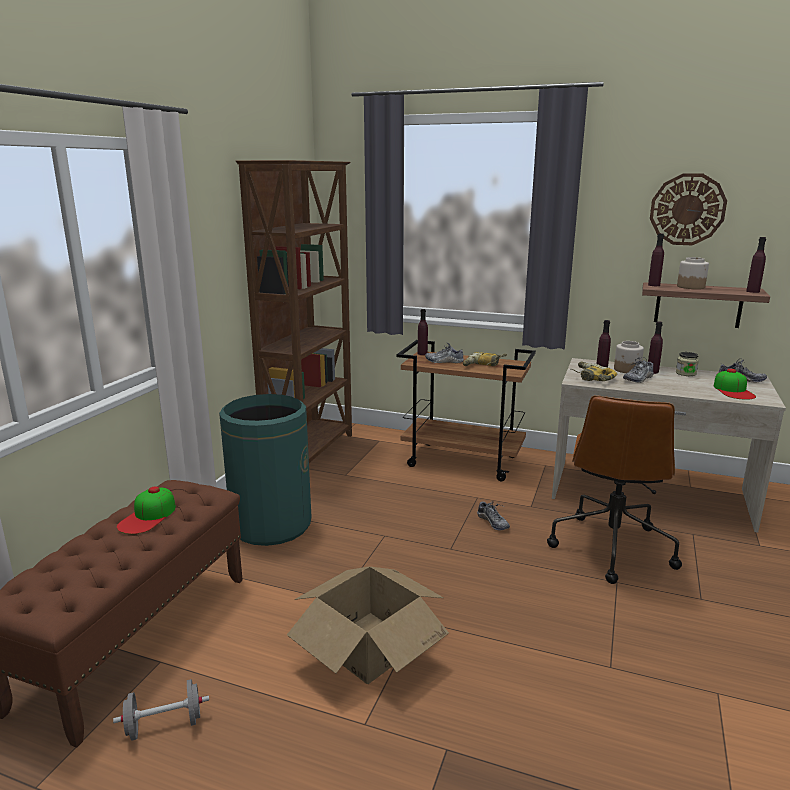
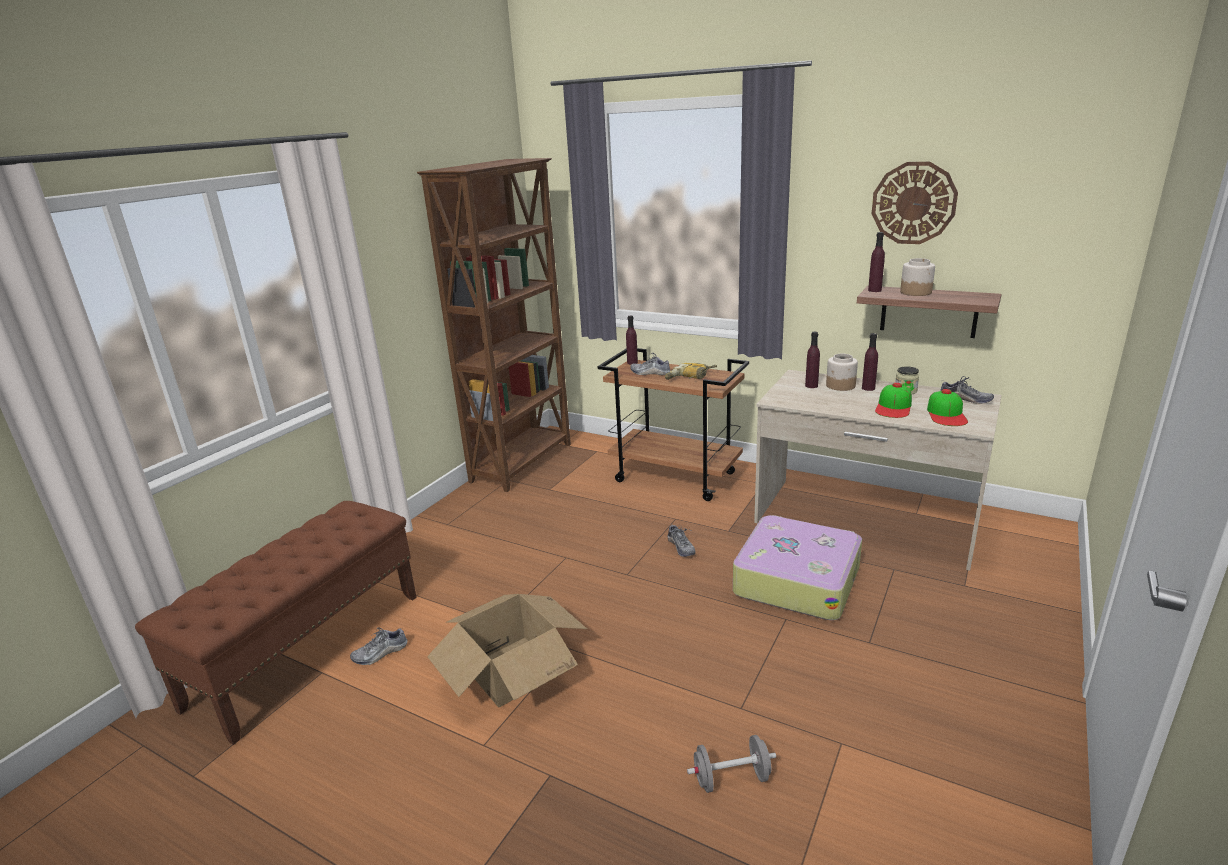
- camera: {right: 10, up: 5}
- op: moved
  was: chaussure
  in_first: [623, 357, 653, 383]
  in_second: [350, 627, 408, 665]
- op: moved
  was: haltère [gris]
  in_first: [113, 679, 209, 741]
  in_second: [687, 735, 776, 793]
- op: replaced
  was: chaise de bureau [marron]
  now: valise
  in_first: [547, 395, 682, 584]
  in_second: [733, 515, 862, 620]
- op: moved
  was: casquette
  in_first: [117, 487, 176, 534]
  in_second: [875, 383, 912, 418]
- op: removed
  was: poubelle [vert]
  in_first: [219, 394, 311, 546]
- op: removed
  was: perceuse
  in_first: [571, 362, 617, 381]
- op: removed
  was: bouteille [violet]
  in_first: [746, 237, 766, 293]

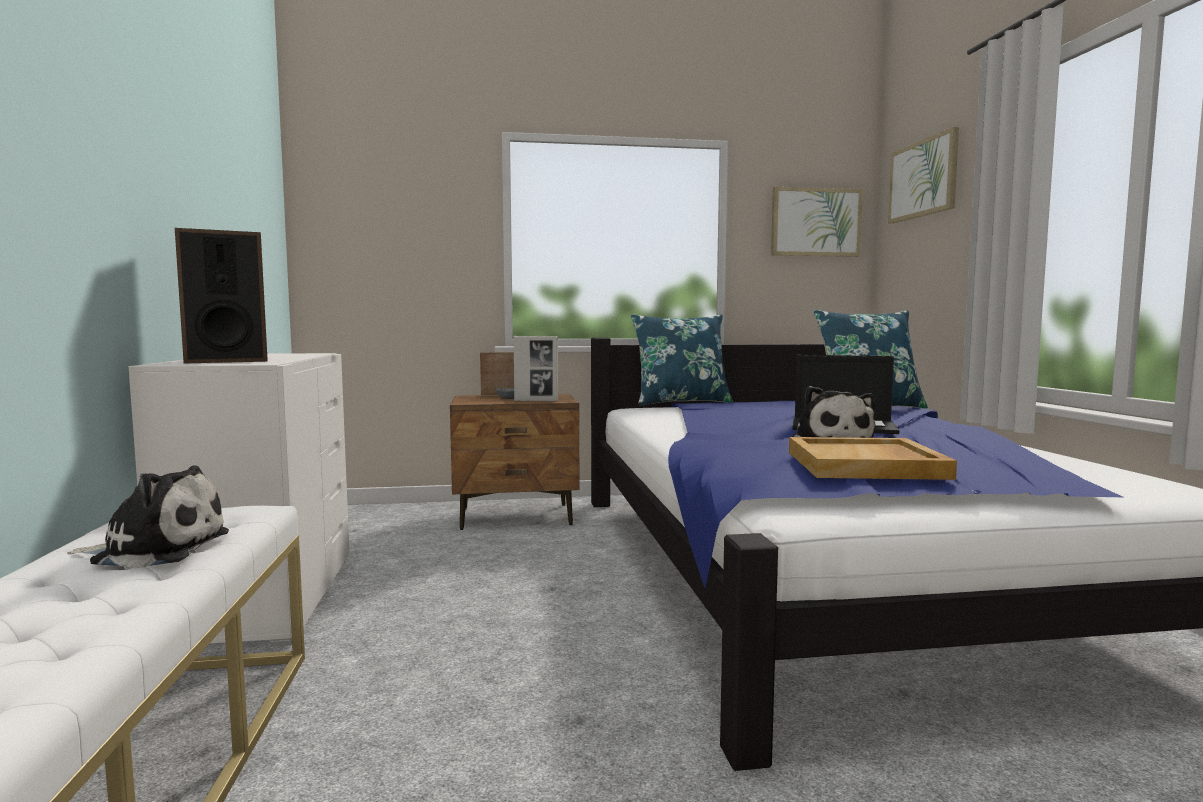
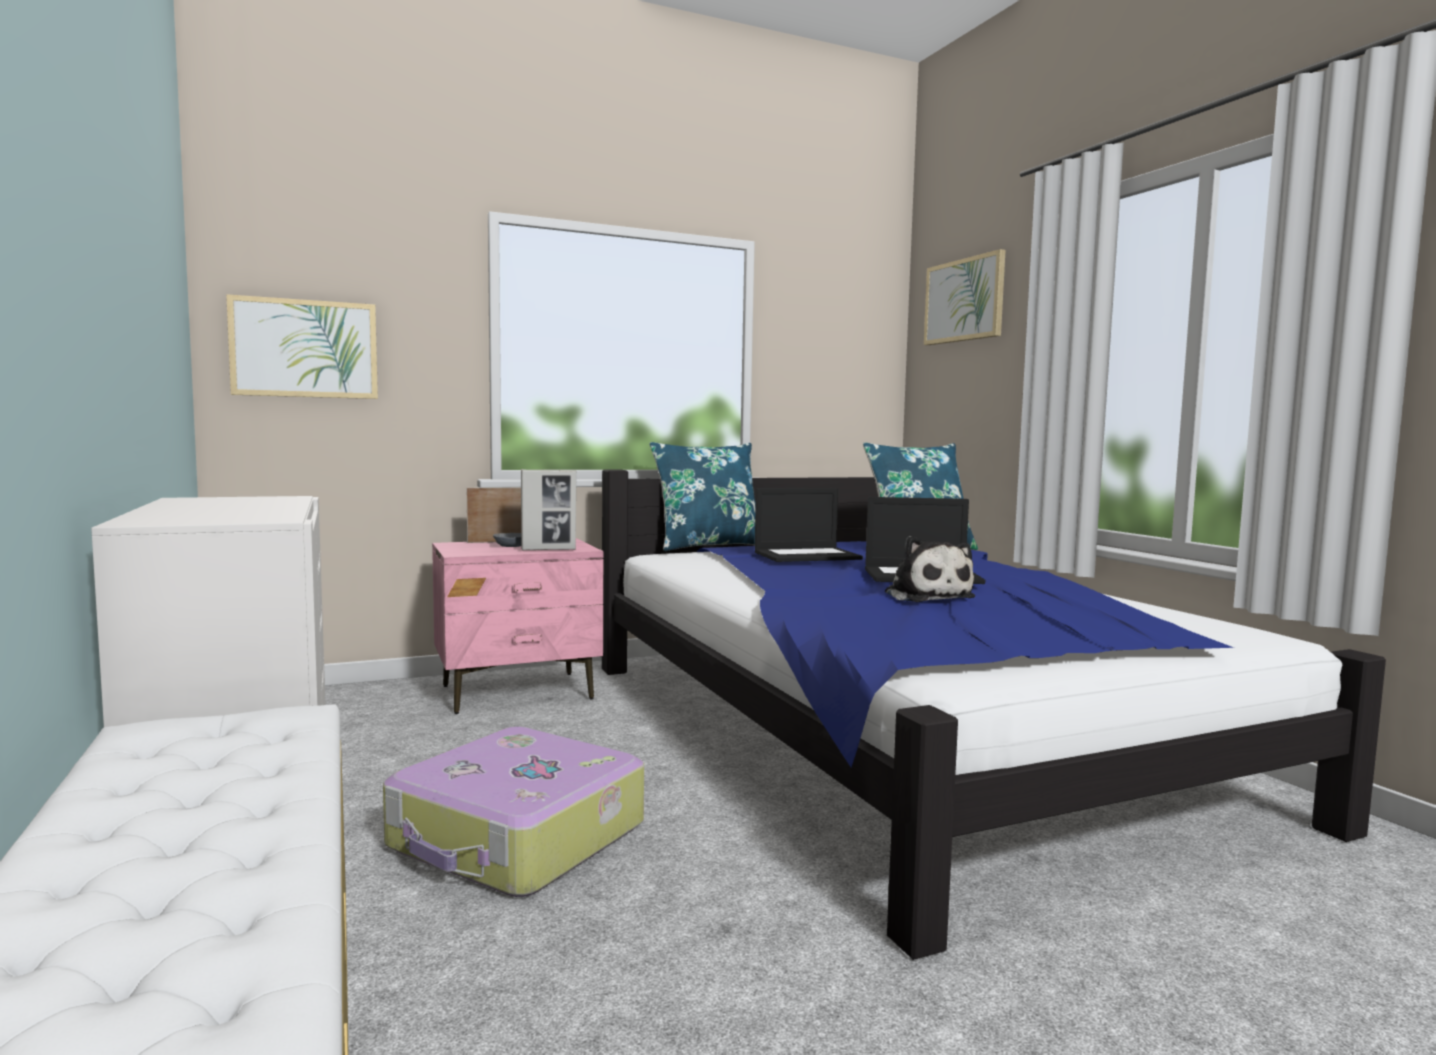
- camera: {right: -15, up: 0}
- op: moved
  was: tableau
  in_first: [771, 187, 863, 257]
  in_second: [226, 294, 378, 399]
- op: added
  now: valise
  in_second: [383, 727, 644, 897]
- op: recoloured
  was: table de chevet [marron]
  now: table de chevet [rose]
  in_first: [450, 394, 579, 530]
  in_second: [432, 538, 603, 714]
- op: added
  now: ordinateur portable
  in_second: [755, 488, 863, 562]
- op: removed
  was: peluche
  in_first: [67, 465, 229, 568]
- op: removed
  was: enceinte
  in_first: [175, 228, 268, 364]
- op: removed
  was: plateau [beige]
  in_first: [789, 437, 957, 480]

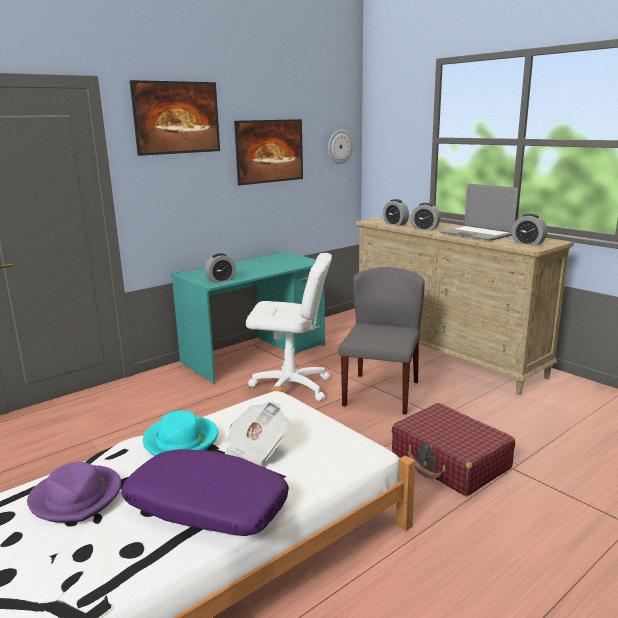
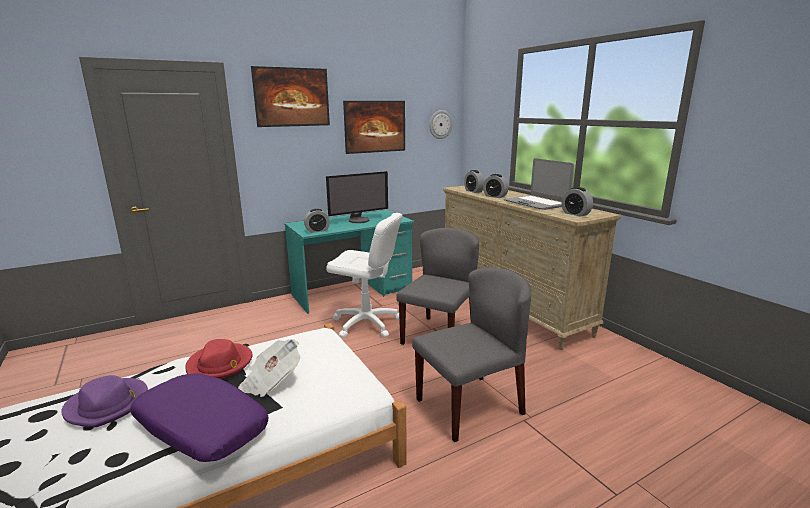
- camera: {right: 10, up: 0}
- op: recoloured
  was: chapeau [turquoise]
  now: chapeau [rouge]
  in_first: [143, 411, 218, 456]
  in_second: [185, 339, 252, 379]
- op: added
  now: écran d'ordinateur
  in_second: [326, 171, 388, 223]
- op: replaced
  was: valise [rouge]
  now: chaise [gris]
  in_first: [392, 403, 515, 496]
  in_second: [412, 268, 531, 442]

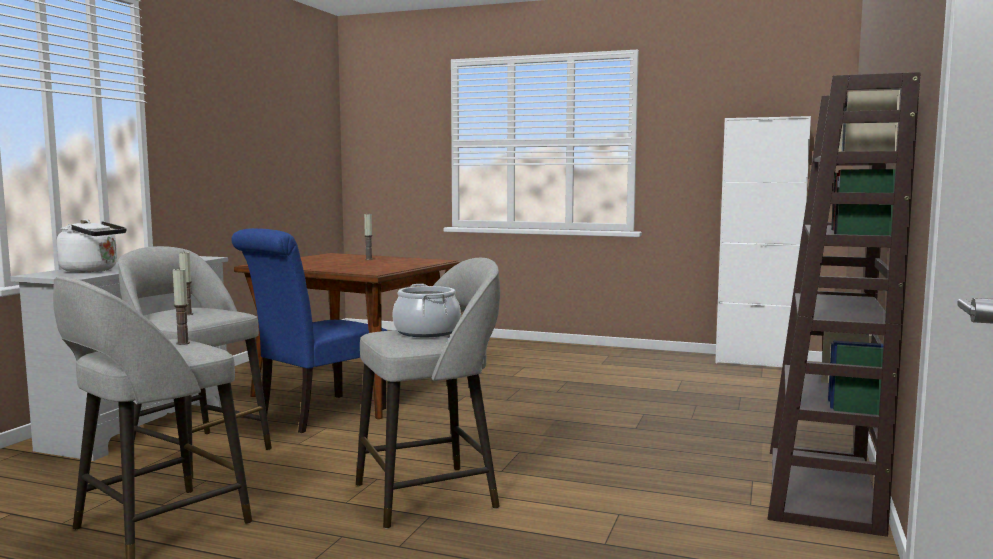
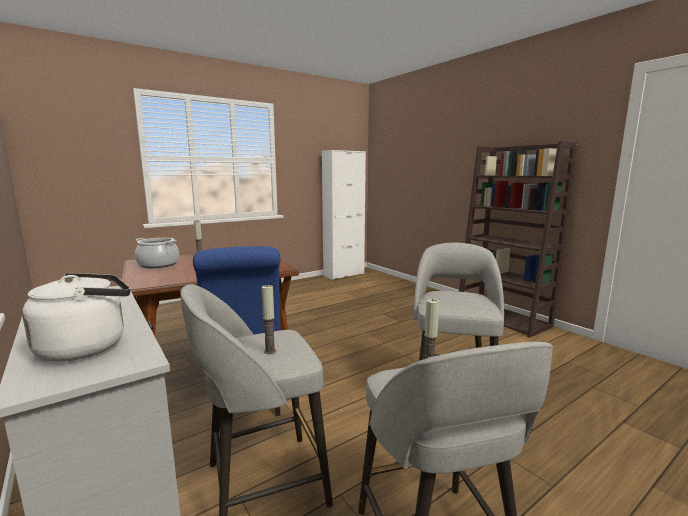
- camera: {right: -55, up: 5}
- op: moved
  was: marmite
  in_first: [392, 284, 461, 337]
  in_second: [135, 238, 179, 268]

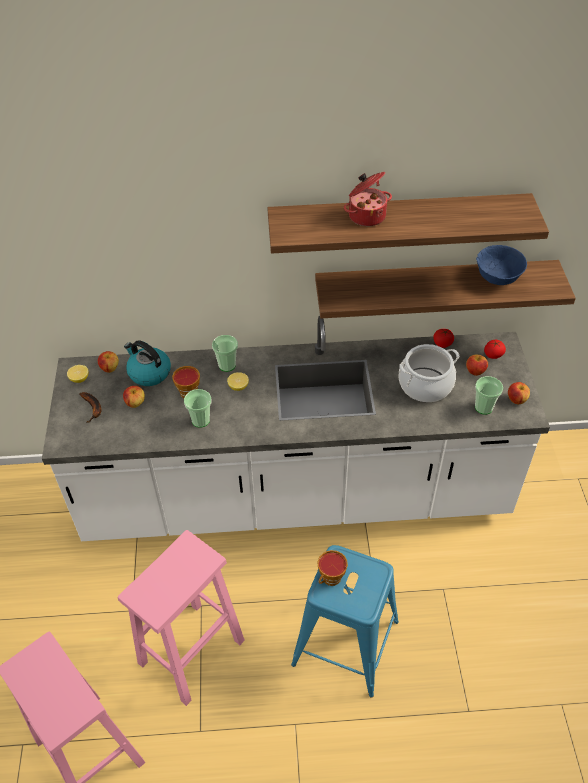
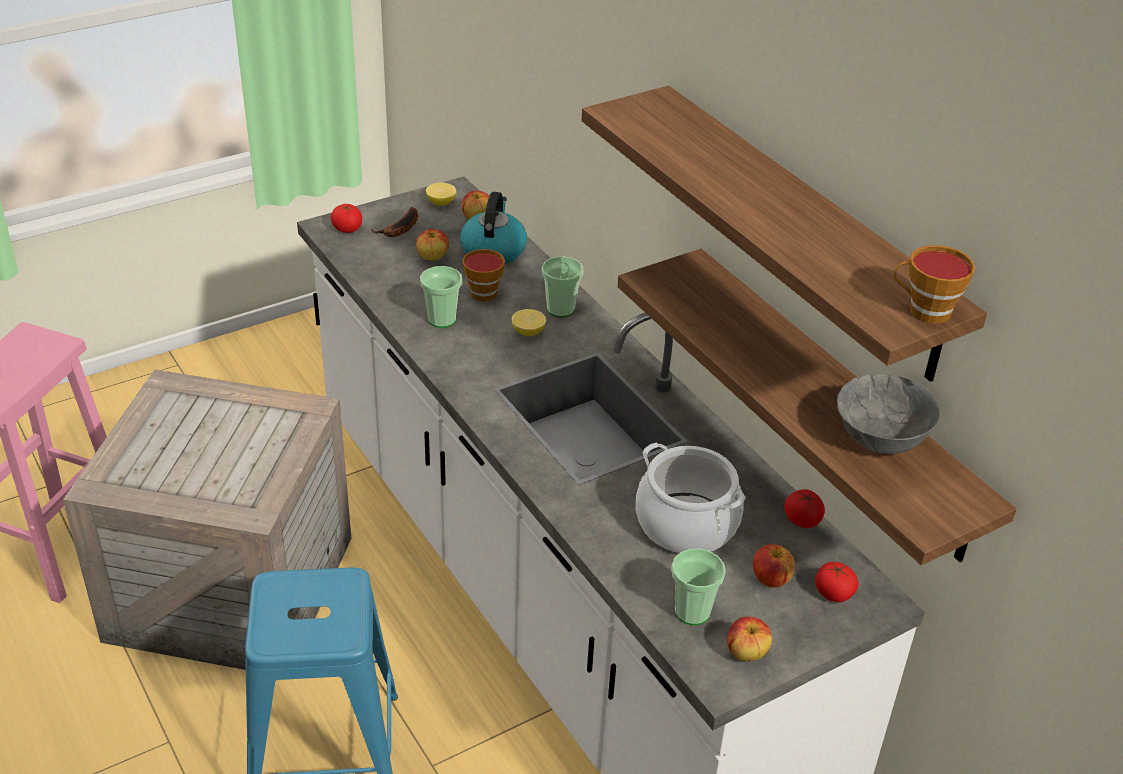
- camera: {right: 60, up: -10}
- op: replaced
  was: tabouret [rose]
  now: caisse
  in_first: [118, 530, 245, 706]
  in_second: [63, 369, 351, 670]
- op: added
  now: tomate
  in_second: [331, 204, 362, 233]
- op: recoloured
  was: bol [bleu]
  now: bol [gris]
  in_first: [476, 245, 527, 285]
  in_second: [837, 373, 941, 454]
- op: moved
  was: tasse
  in_first: [318, 550, 348, 586]
  in_second: [894, 245, 975, 324]
- op: removed
  was: marmite
  in_first: [344, 172, 392, 226]

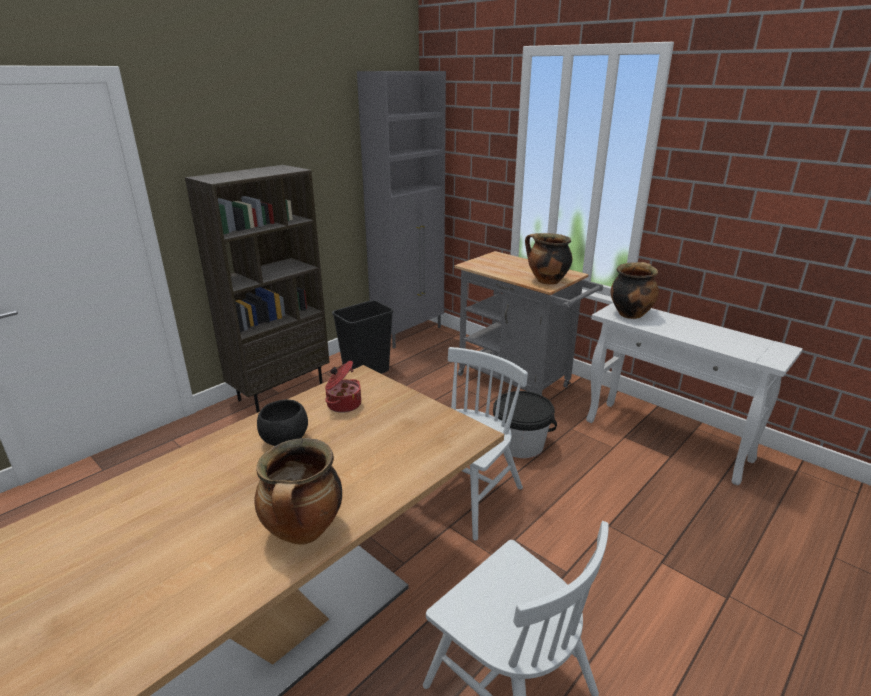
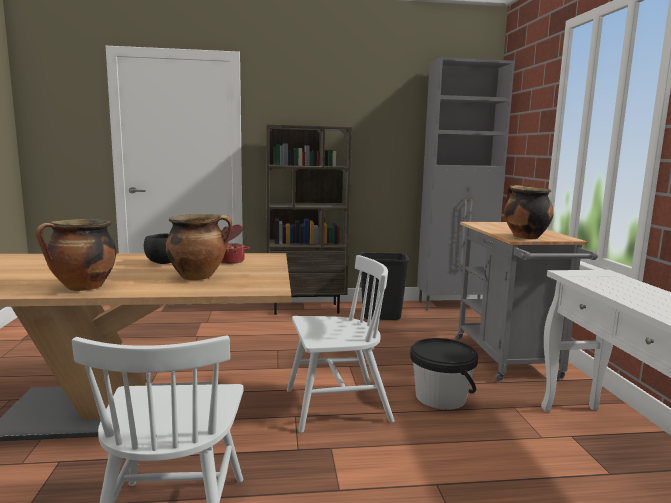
- camera: {right: 40, up: -15}
- op: moved
  was: marmite
  in_first: [611, 262, 659, 319]
  in_second: [166, 214, 232, 280]

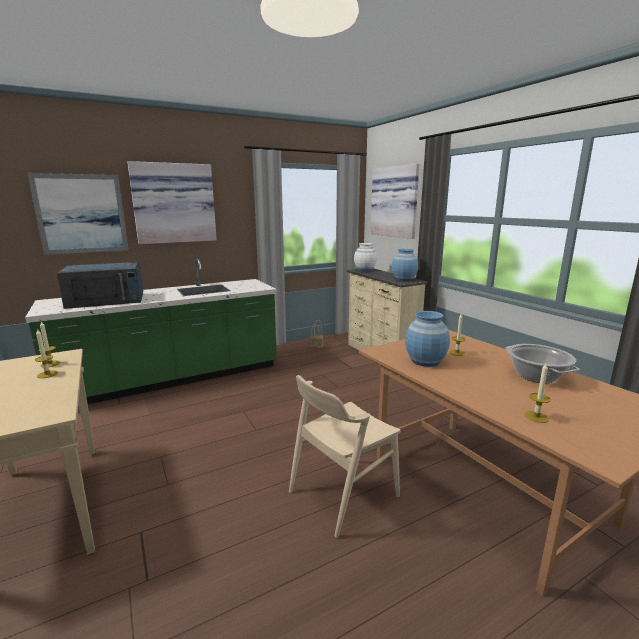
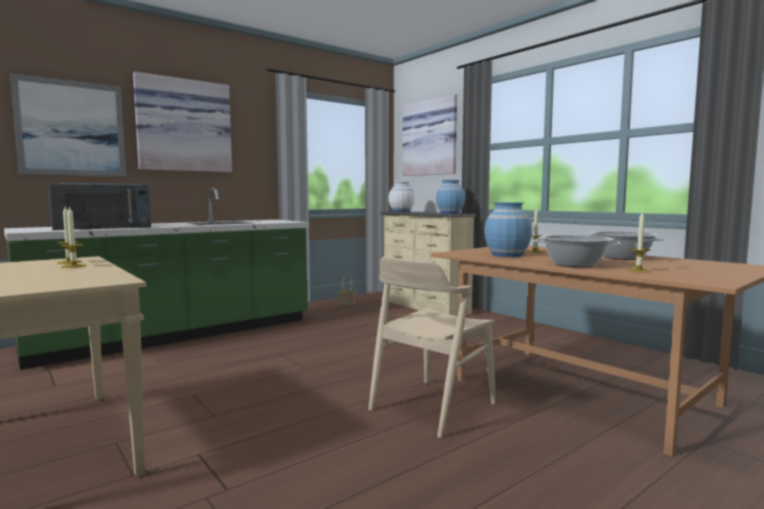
- camera: {right: -10, up: -10}
- op: added
  now: marmite
  in_second: [533, 235, 620, 268]

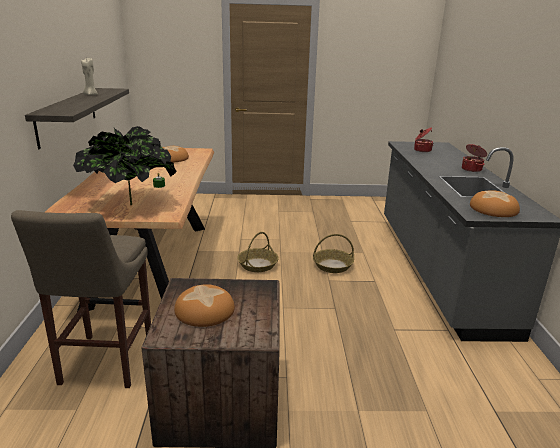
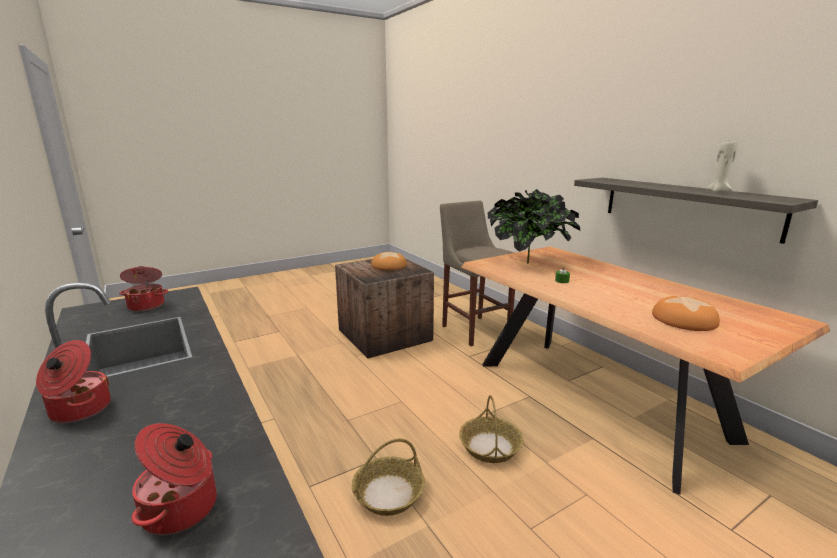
- camera: {right: 150, up: -5}
- op: replaced
  was: pain
  now: marmite
  in_first: [470, 190, 520, 217]
  in_second: [119, 266, 168, 311]

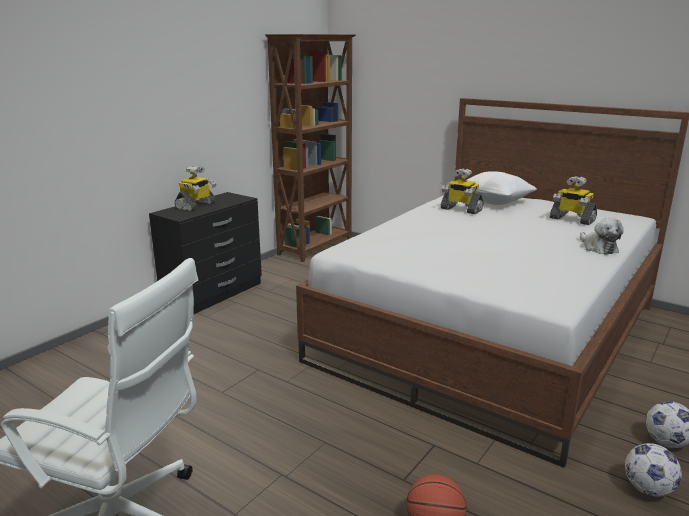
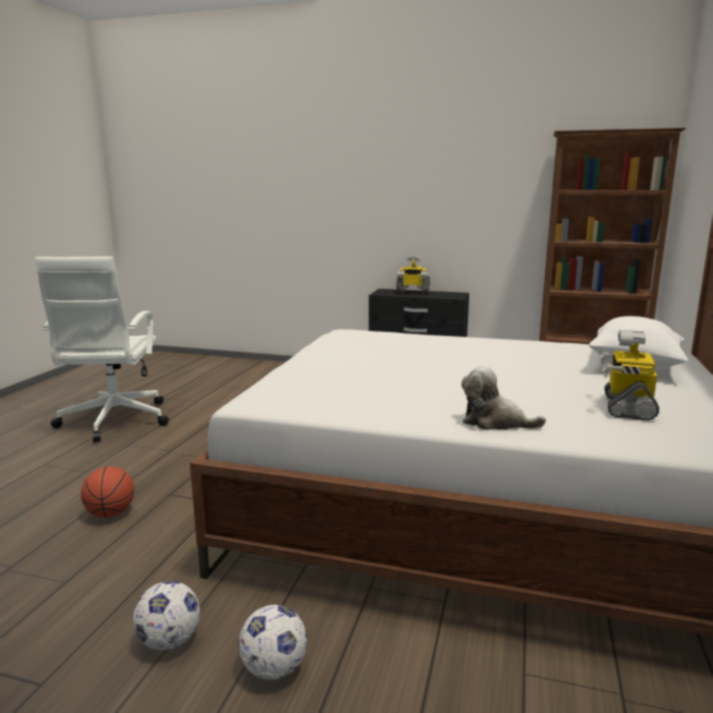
- camera: {right: 70, up: -5}
- op: turned
  was: peluche
  in_first: [580, 218, 624, 255]
  in_second: [461, 366, 546, 430]
  clockwise: 60
- op: removed
  was: robot jouet
  in_first: [440, 168, 483, 214]

